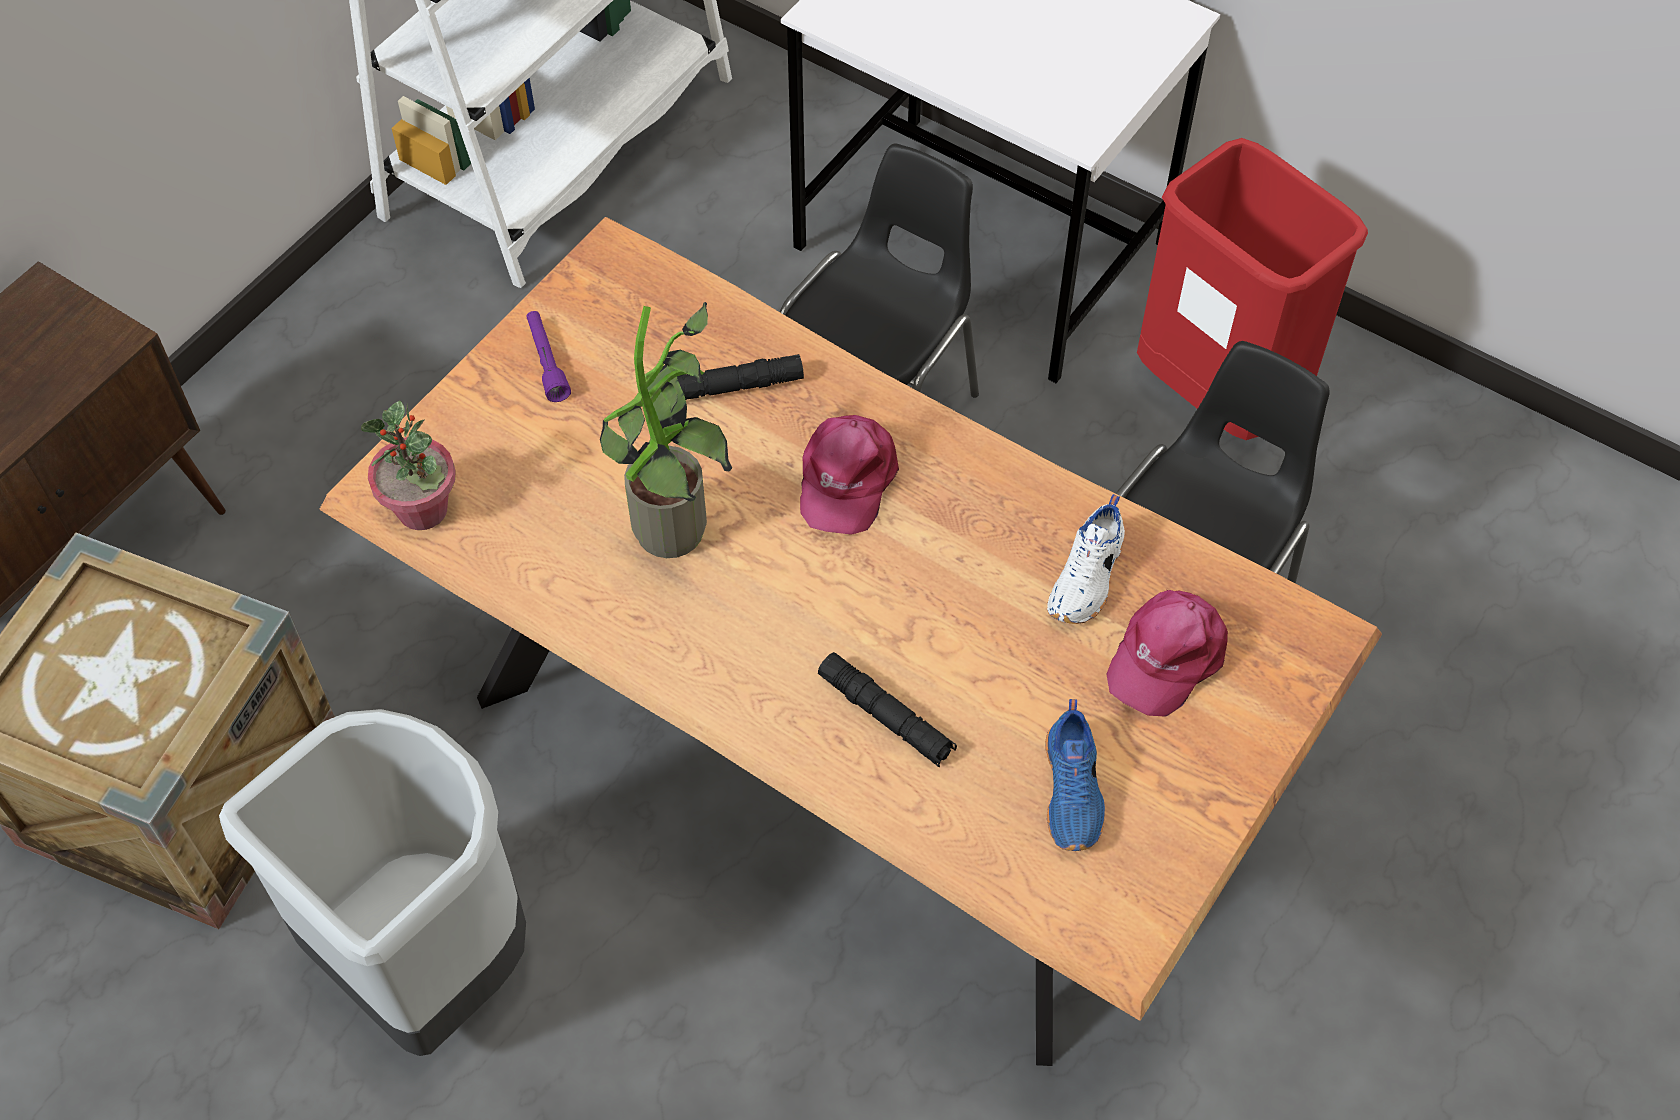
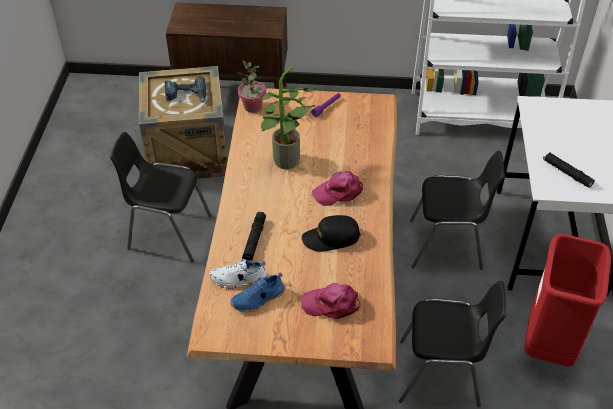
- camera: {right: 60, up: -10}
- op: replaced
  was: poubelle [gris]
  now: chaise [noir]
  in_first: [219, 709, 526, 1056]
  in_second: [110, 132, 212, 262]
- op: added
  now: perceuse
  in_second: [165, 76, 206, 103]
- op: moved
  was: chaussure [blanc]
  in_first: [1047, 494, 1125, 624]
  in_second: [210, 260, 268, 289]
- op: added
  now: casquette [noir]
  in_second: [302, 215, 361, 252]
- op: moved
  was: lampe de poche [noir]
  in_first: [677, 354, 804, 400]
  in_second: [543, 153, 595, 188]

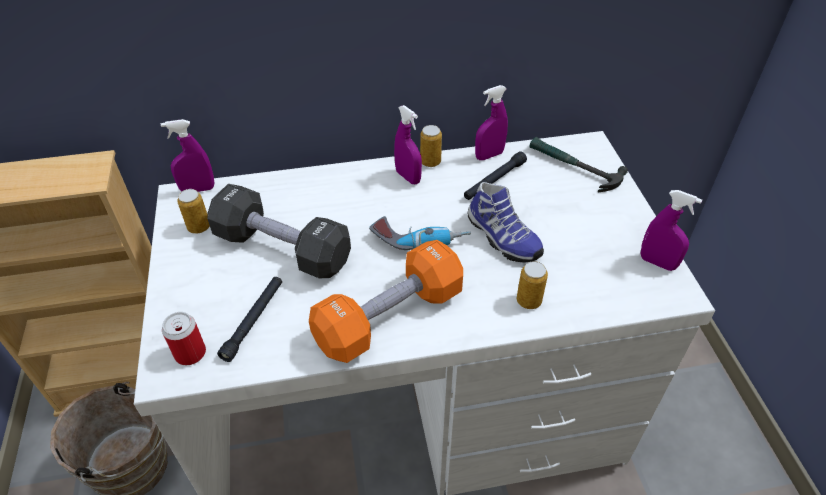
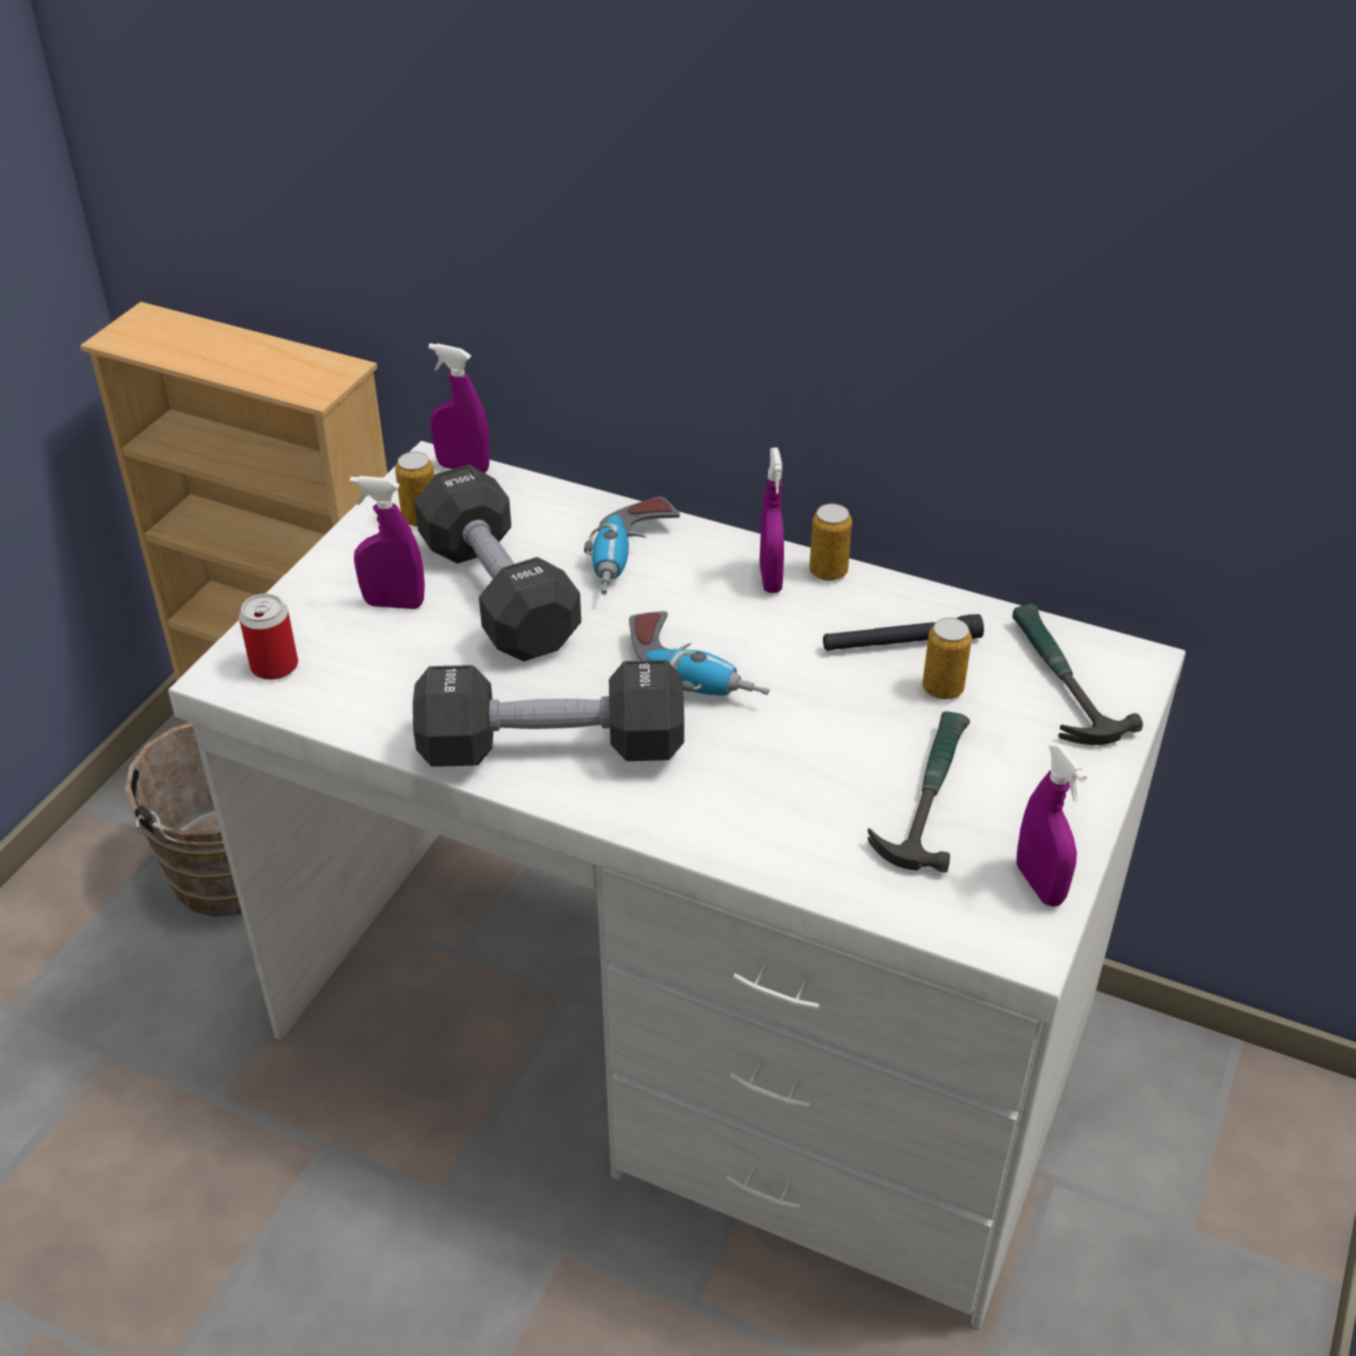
- camera: {right: 35, up: -5}
- op: moved
  was: vaporisateur [violet]
  in_first: [475, 85, 508, 160]
  in_second: [350, 476, 425, 609]
- op: recoloured
  was: haltère [orange]
  now: haltère [noir]
  in_first: [309, 240, 463, 363]
  in_second: [413, 660, 684, 767]
- op: added
  now: perceuse
  in_second: [584, 496, 680, 595]
- op: added
  now: marteau
  in_second: [868, 711, 970, 873]
- op: moved
  was: boîte métallique
  in_first: [517, 261, 548, 309]
  in_second: [923, 618, 972, 699]
- op: removed
  was: lampe de poche [noir]
  in_first: [217, 277, 282, 362]
- op: removed
  was: chaussure
  in_first: [468, 182, 544, 263]

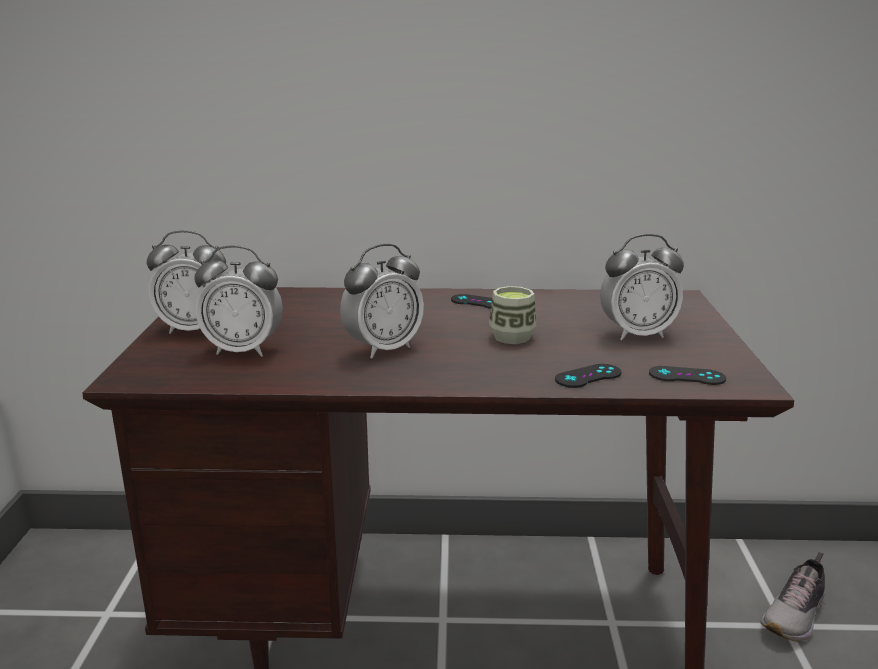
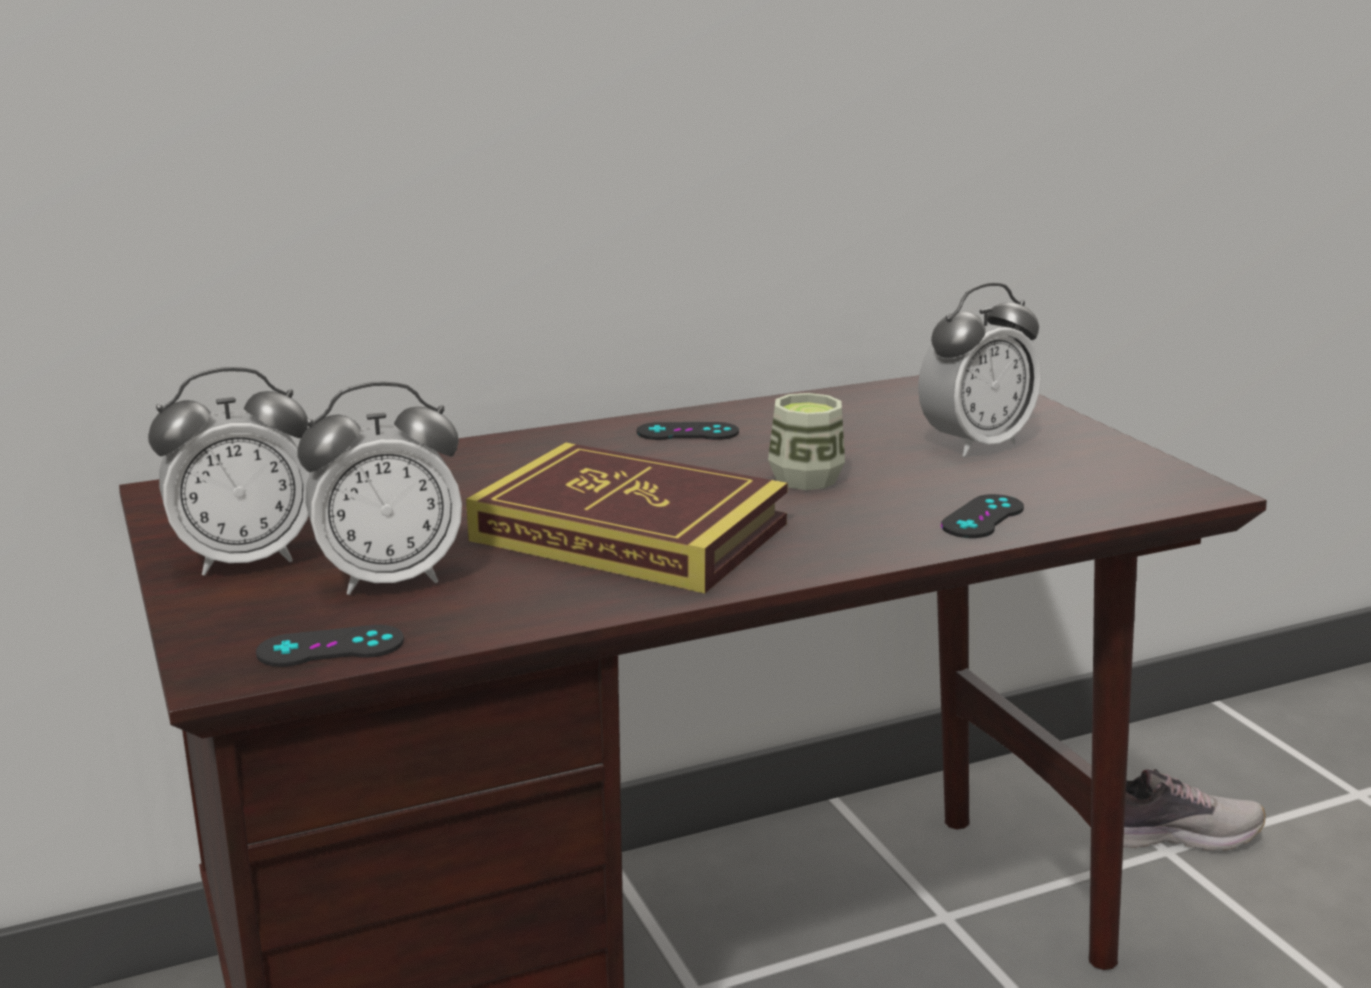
- camera: {right: -25, up: 0}
- op: moved
  was: manette [noir]
  in_first: [649, 366, 726, 385]
  in_second: [256, 625, 404, 667]
- op: replaced
  was: réveil
  now: livre
  in_first: [340, 244, 424, 358]
  in_second: [466, 442, 788, 593]
- op: turned
  was: chaussure
  in_first: [760, 552, 825, 642]
  in_second: [1123, 769, 1265, 851]
  clockwise: -105

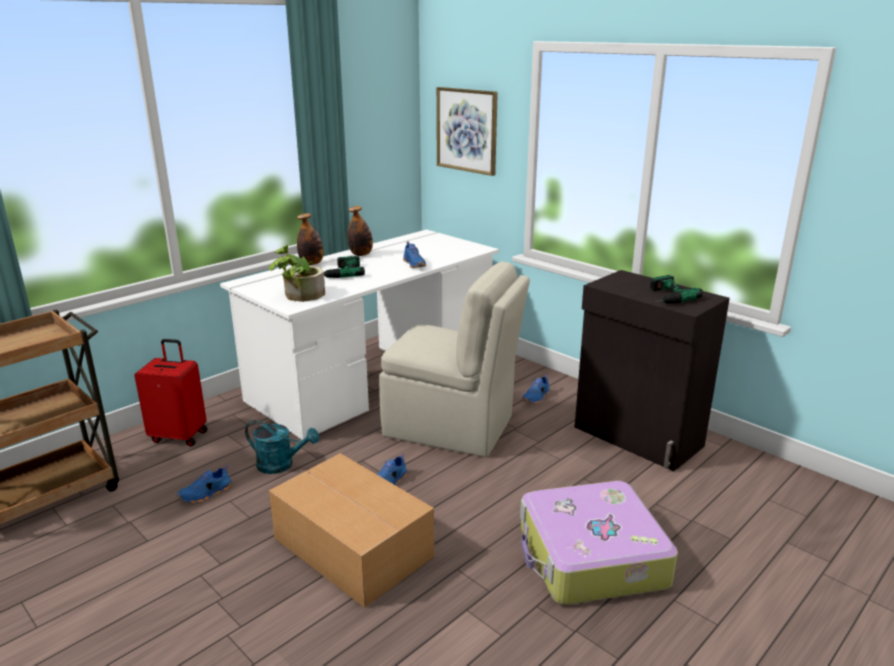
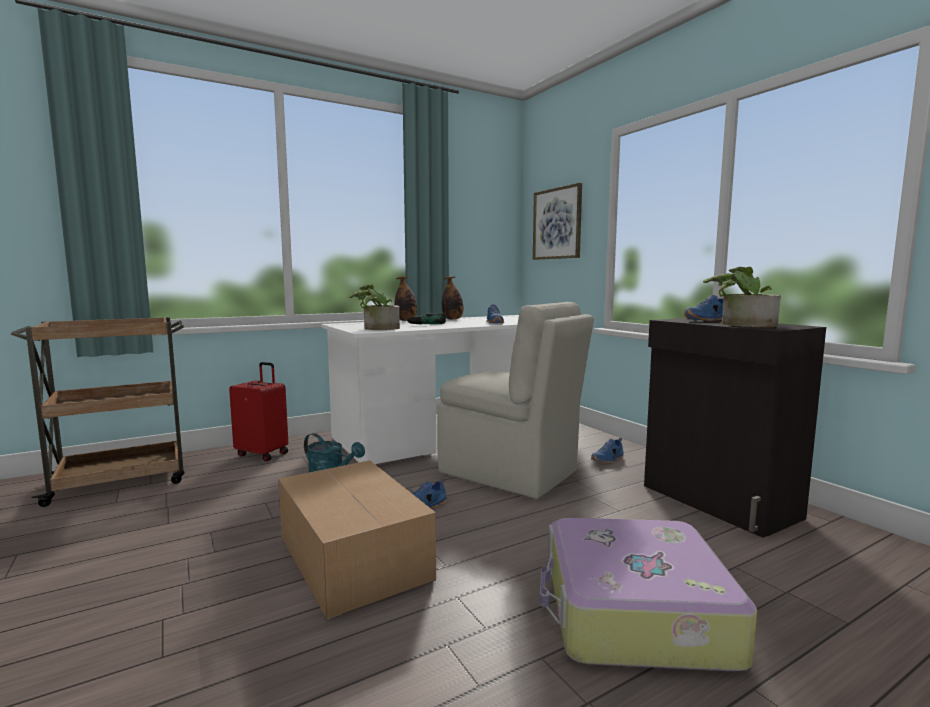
- camera: {right: 15, up: -15}
- op: moved
  was: chaussure [bleu]
  in_first: [177, 465, 232, 503]
  in_second: [684, 295, 723, 321]
- op: replaced
  was: perceuse
  now: plante en pot
  in_first: [650, 275, 703, 304]
  in_second: [703, 267, 781, 327]

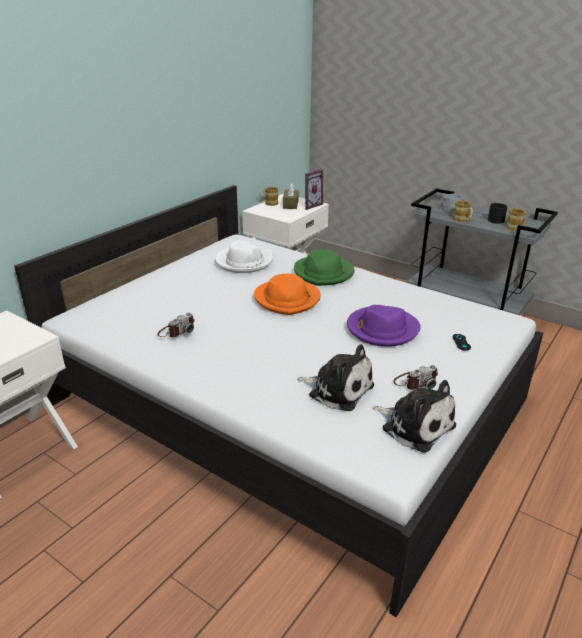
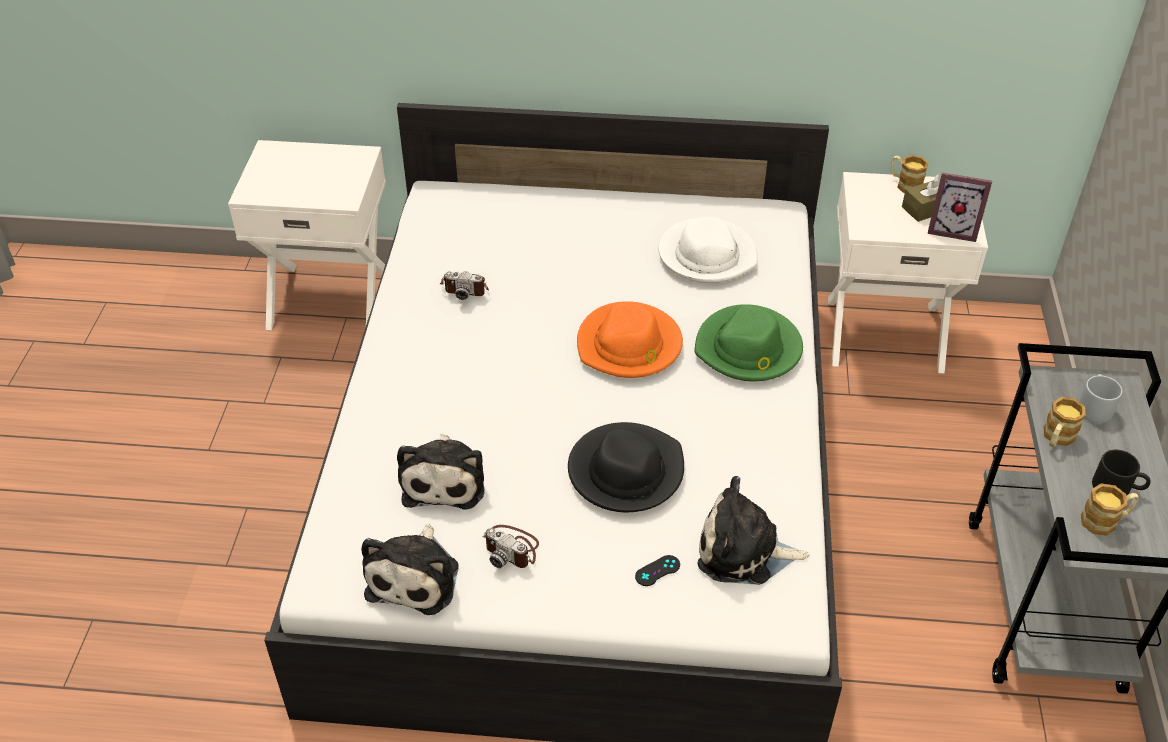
- camera: {right: 60, up: 15}
- op: recoloured
  was: chapeau [violet]
  now: chapeau [noir]
  in_first: [347, 305, 421, 347]
  in_second: [568, 422, 684, 512]
- op: added
  now: peluche
  in_second: [697, 476, 810, 585]

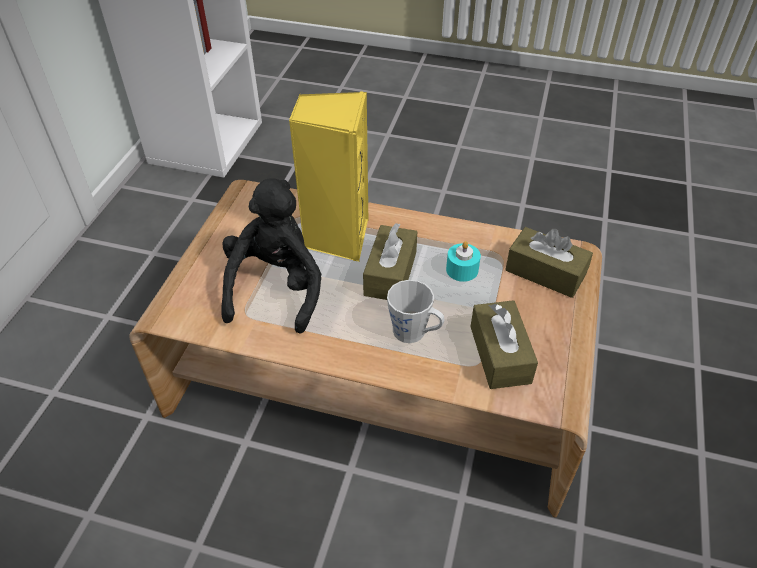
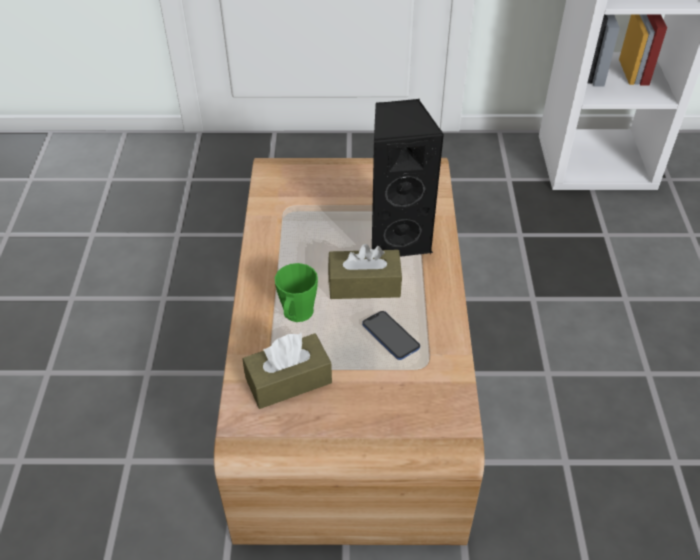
- camera: {right: 75, up: 0}
- op: recoloured
  was: mug [gris]
  now: mug [vert]
  in_first: [387, 280, 445, 343]
  in_second: [275, 263, 318, 322]
- op: replaced
  was: bougie [turquoise]
  now: téléphone
  in_first: [446, 241, 481, 282]
  in_second: [362, 311, 420, 360]
- op: recoloured
  was: enceinte [jaune]
  now: enceinte [noir]
  in_first: [289, 91, 368, 262]
  in_second: [372, 99, 445, 257]
- op: removed
  was: peluche [noir]
  in_first: [221, 178, 321, 334]
- op: removed
  was: boîte à mouchoirs [marron]
  in_first: [505, 227, 593, 298]

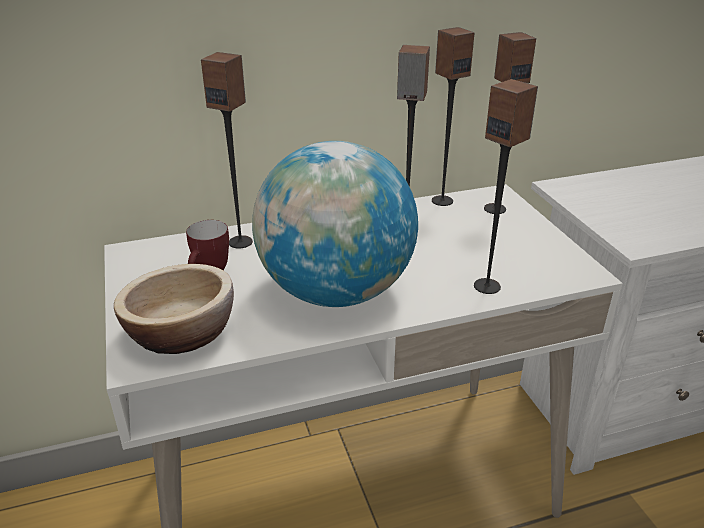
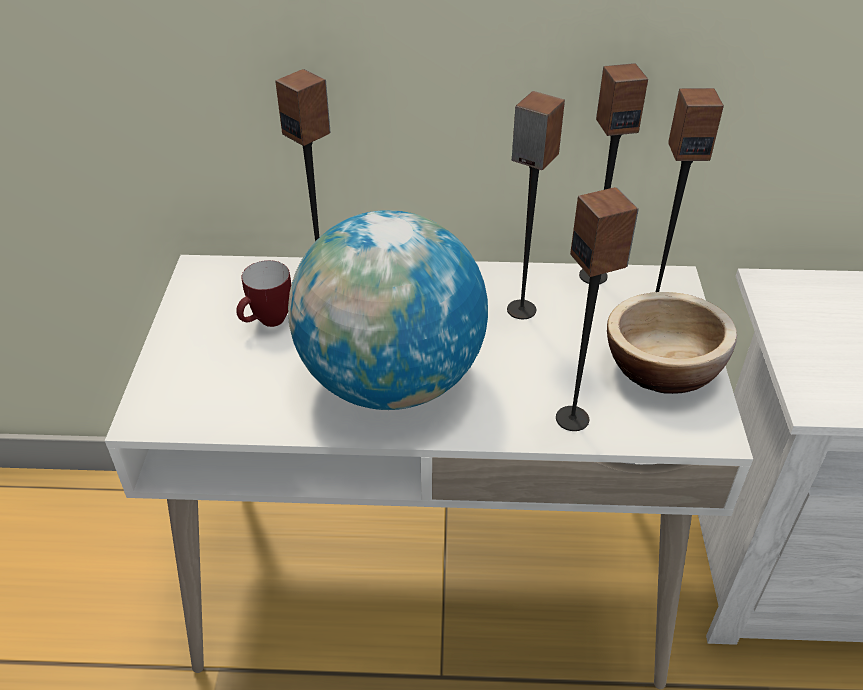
- camera: {right: 20, up: 10}
- op: moved
  was: bol
  in_first: [114, 264, 234, 354]
  in_second: [607, 292, 737, 394]

